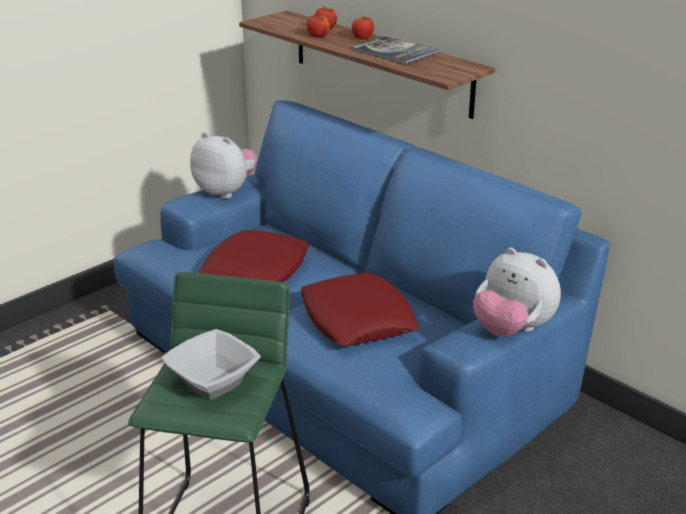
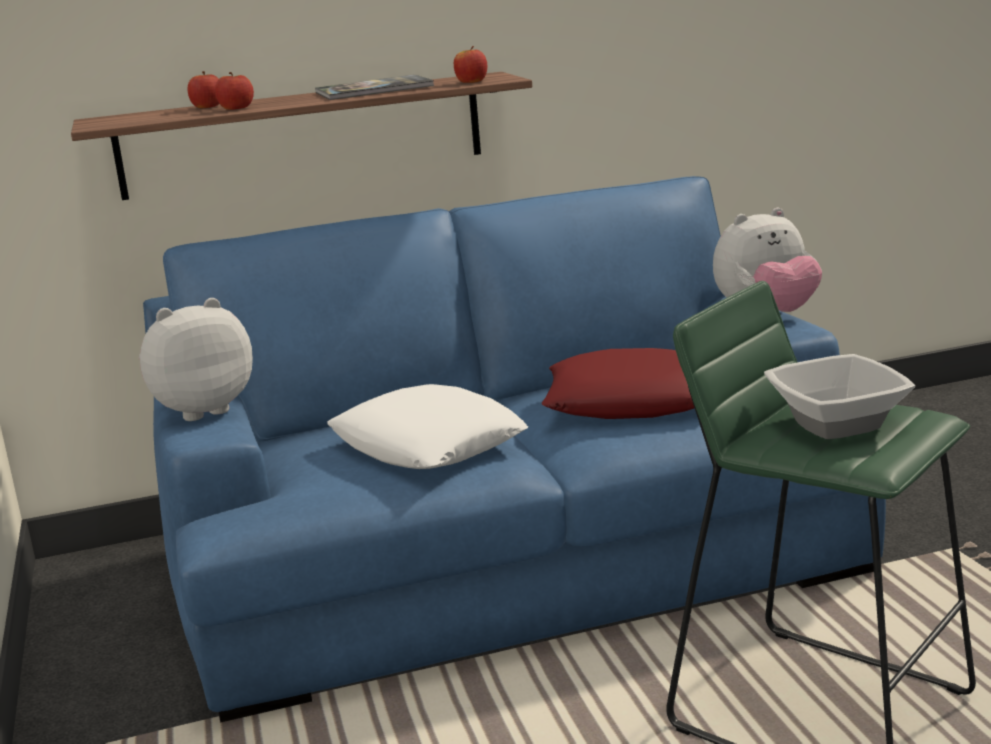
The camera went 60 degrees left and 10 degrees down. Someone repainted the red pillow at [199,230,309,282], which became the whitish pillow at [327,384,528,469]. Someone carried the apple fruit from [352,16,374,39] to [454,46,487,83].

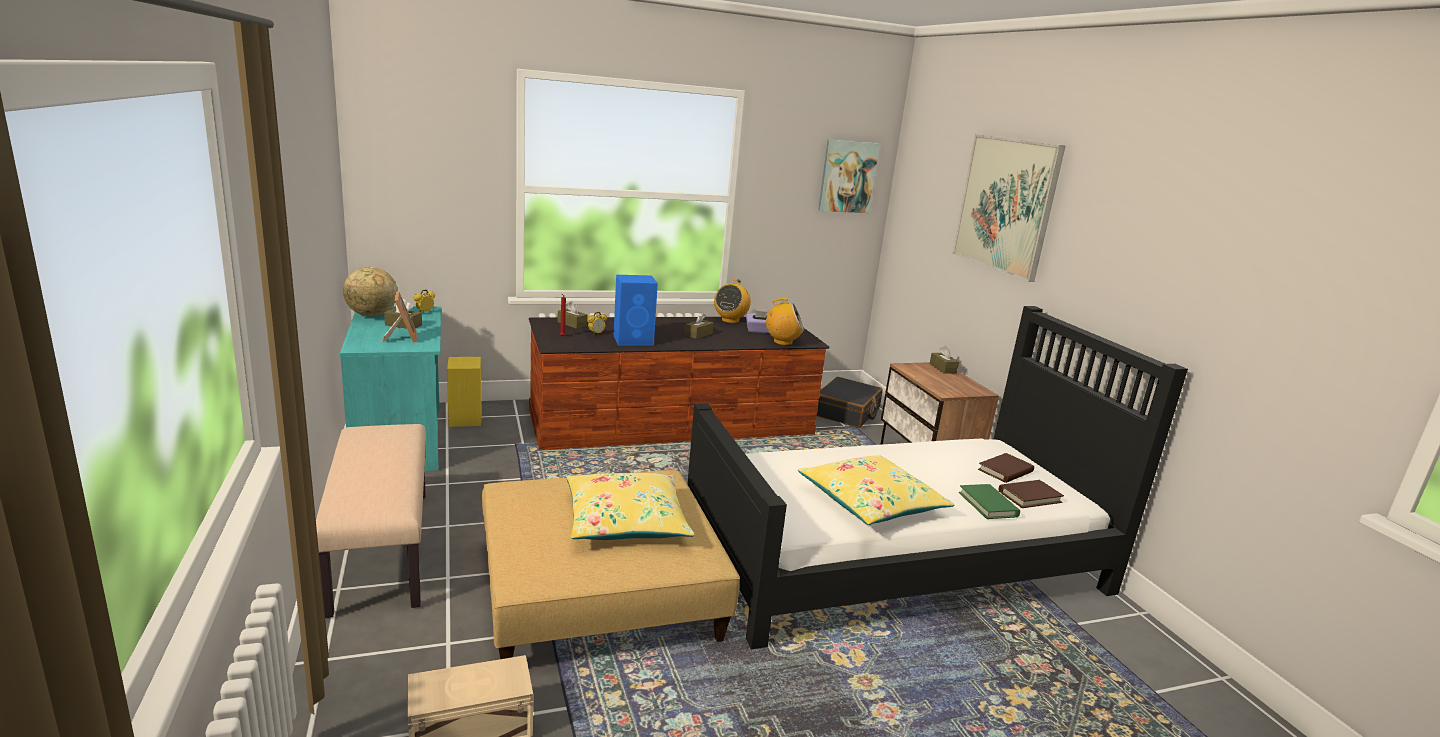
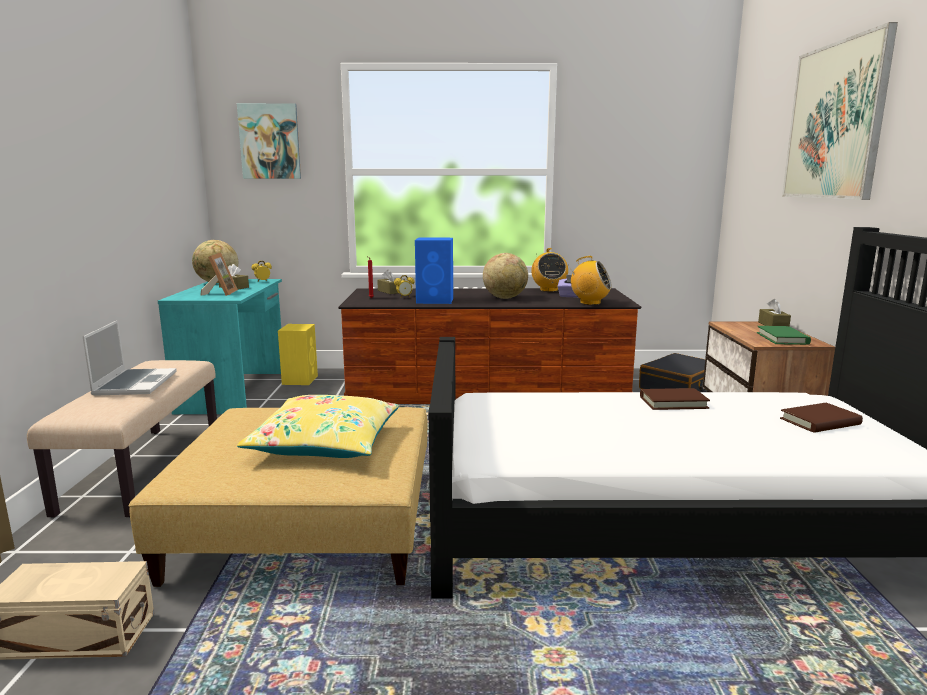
The camera went 20 degrees right and 5 degrees down. Someone put down the notebook computer at [83,320,177,396]. Someone carried the wall art from [818,139,880,213] to [237,103,301,179]. Someone swapped the brown tissue holder at [685,312,713,339] for the desk globe at [483,253,528,299]. Someone rotated the radio receiver at [714,279,751,323] by 45 degrees counterclockwise. Someone carried the brown volume from [999,480,1064,508] to [640,388,710,410]. Someone carried the green volume from [959,484,1020,519] to [757,326,811,345]. Someone took away the yellow-coloured pillow at [798,455,955,525].

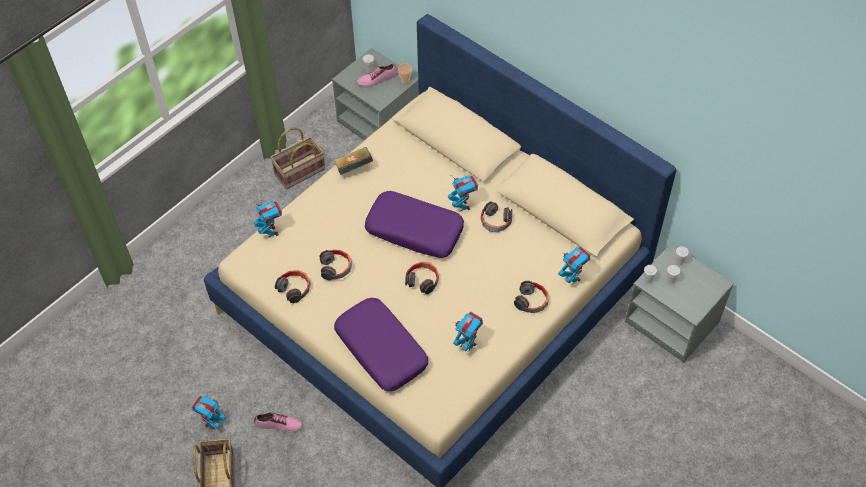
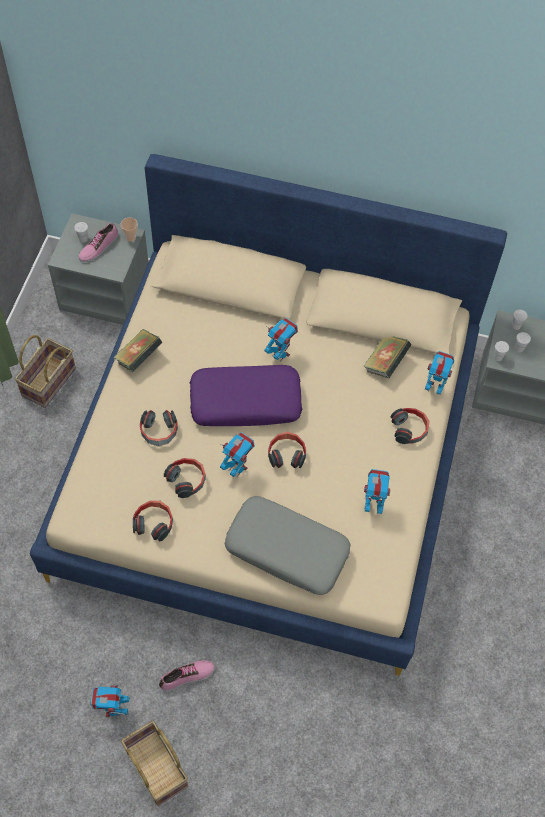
The camera went 30 degrees left and 5 degrees up. Someone carried the headset from [481,202,512,232] to [140,410,178,446]. Someone carried the model robot from [254,201,282,238] to [220,432,255,477]. Someone repainted the purple pillow at [334,298,428,391], which became the greyish pillow at [224,496,351,595]. Someone put down the volume at [363,336,411,378].

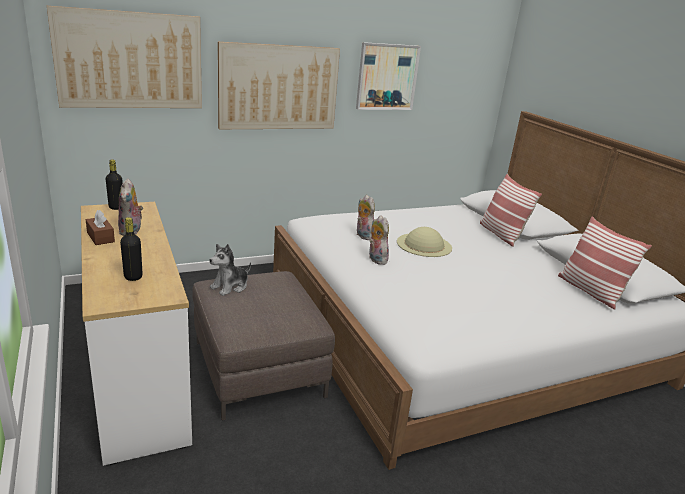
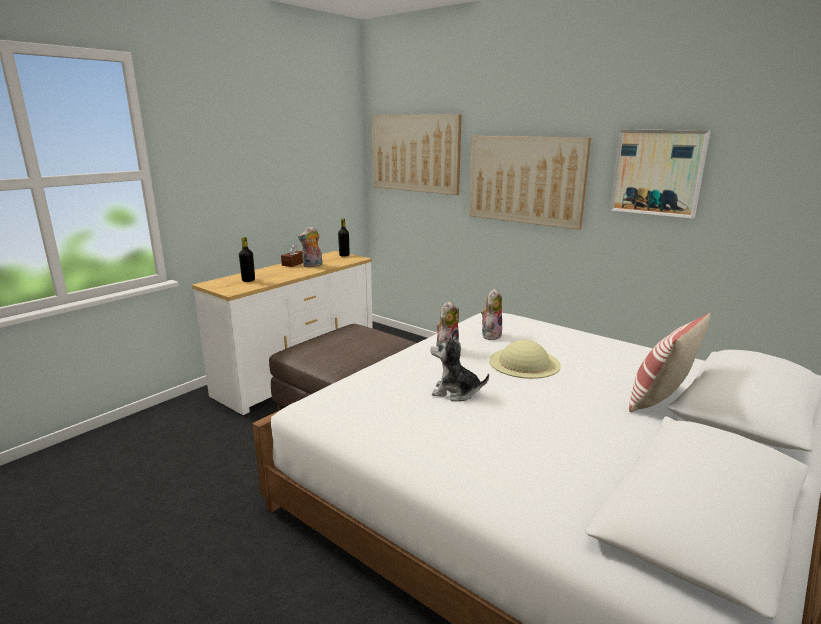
The camera went 65 degrees right and 5 degrees down. Someone carried the soft toy from [209,244,251,296] to [430,335,489,401]. Someone took away the pillow at [558,217,652,309].

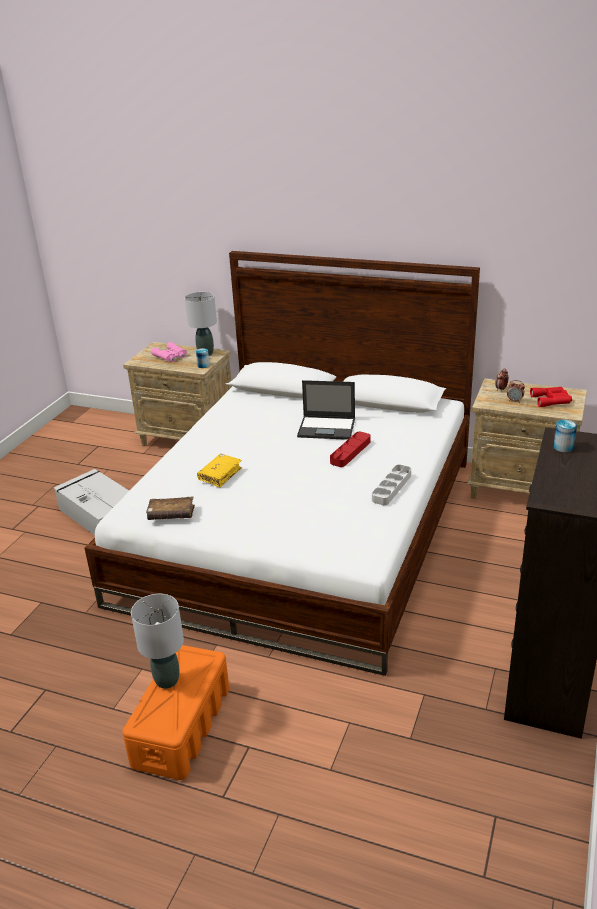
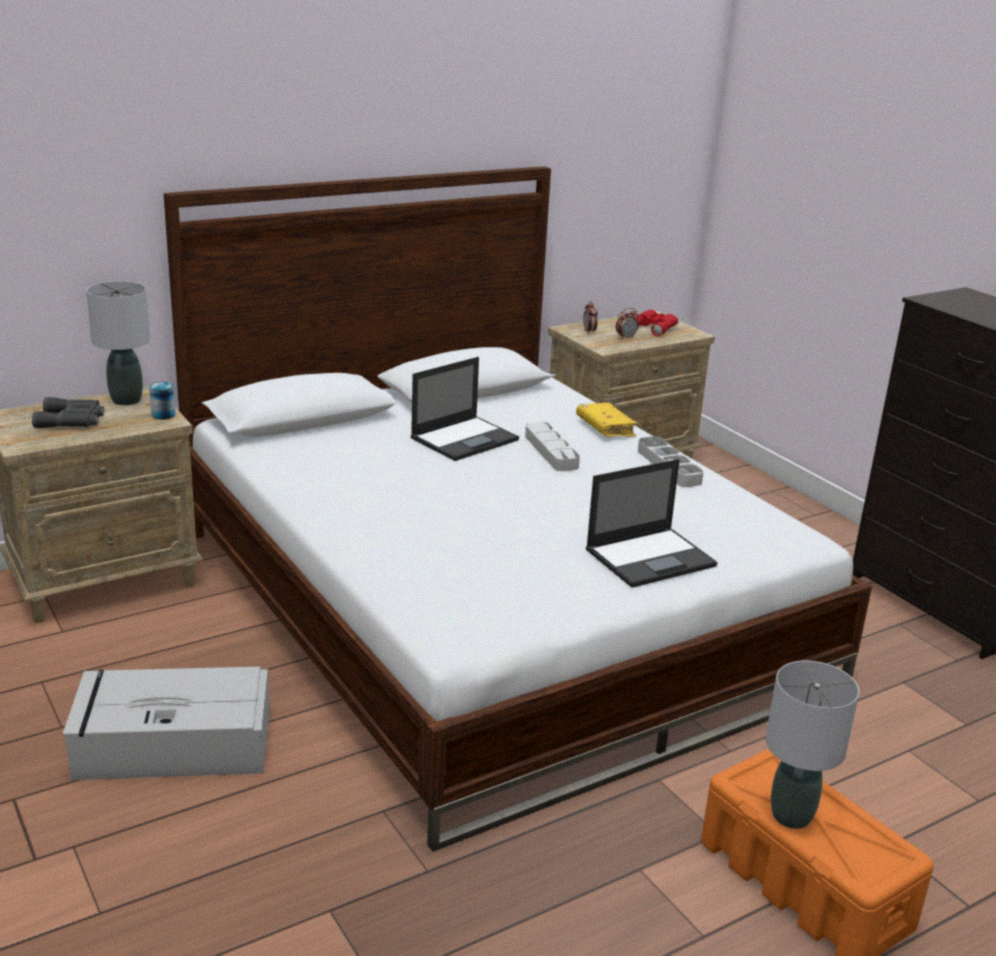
The camera went 55 degrees left and 5 degrees down. Someone repainted the pink binoculars at [151,342,187,362], which became the greyish binoculars at [32,397,104,428]. Someone repainted the red carrying tray at [330,432,370,467], which became the greyish carrying tray at [525,422,580,471]. Someone carried the yellow-coloured volume from [197,454,242,487] to [576,403,638,437]. Someone put down the notebook computer at [586,459,718,588]. Someone took away the brown volume at [146,497,195,520]. Someone took away the can at [553,420,577,452].

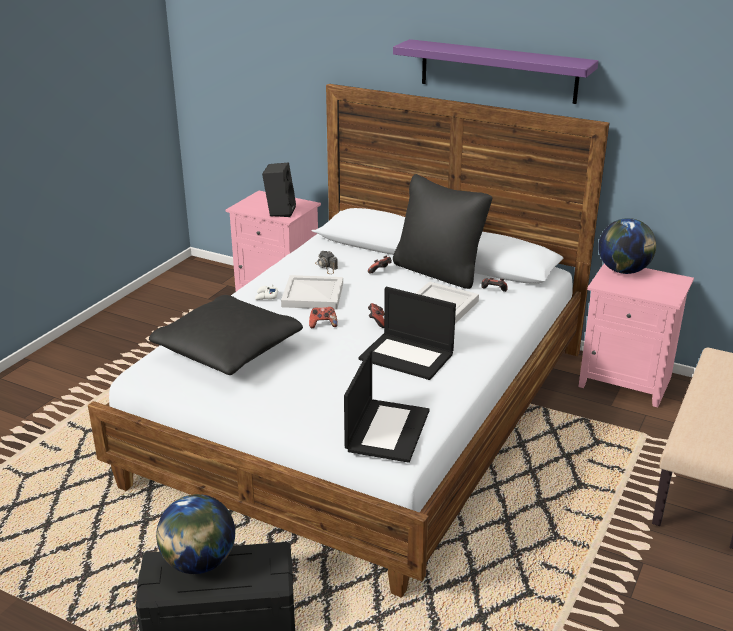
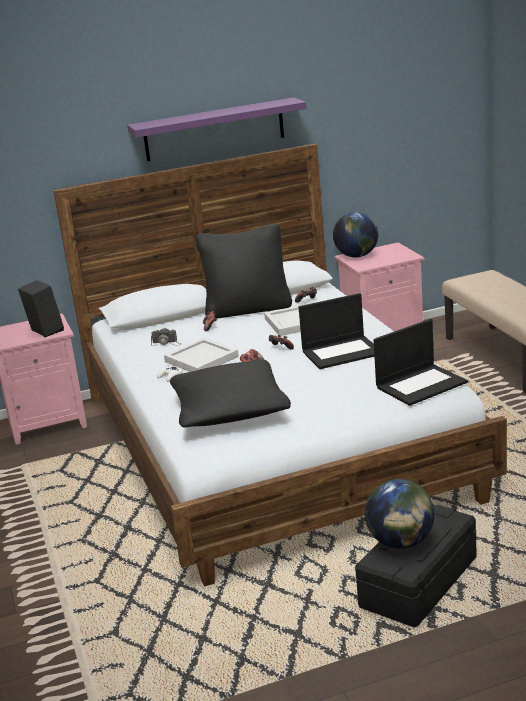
The camera went 45 degrees left and 5 degrees down. Someone rotated the notebook computer at [344,349,430,463] by 90 degrees clockwise.

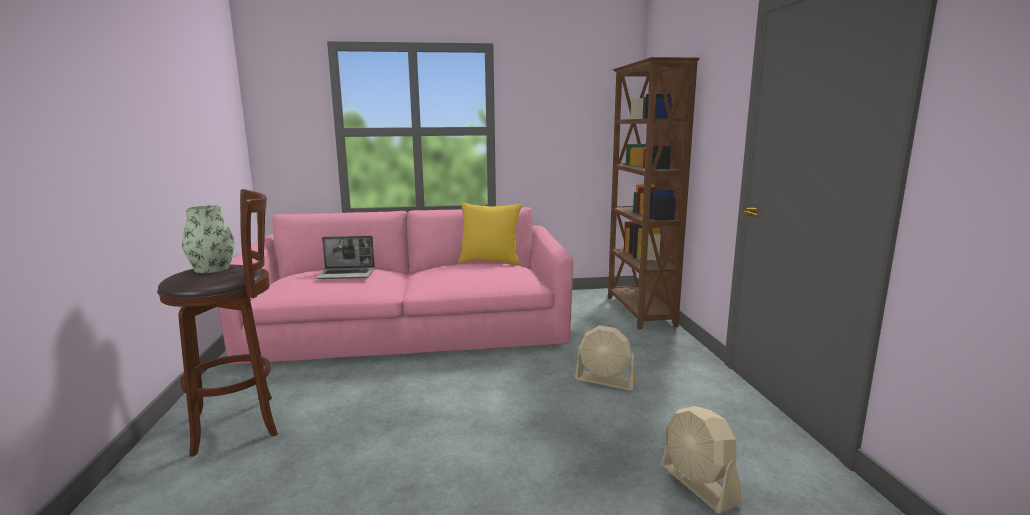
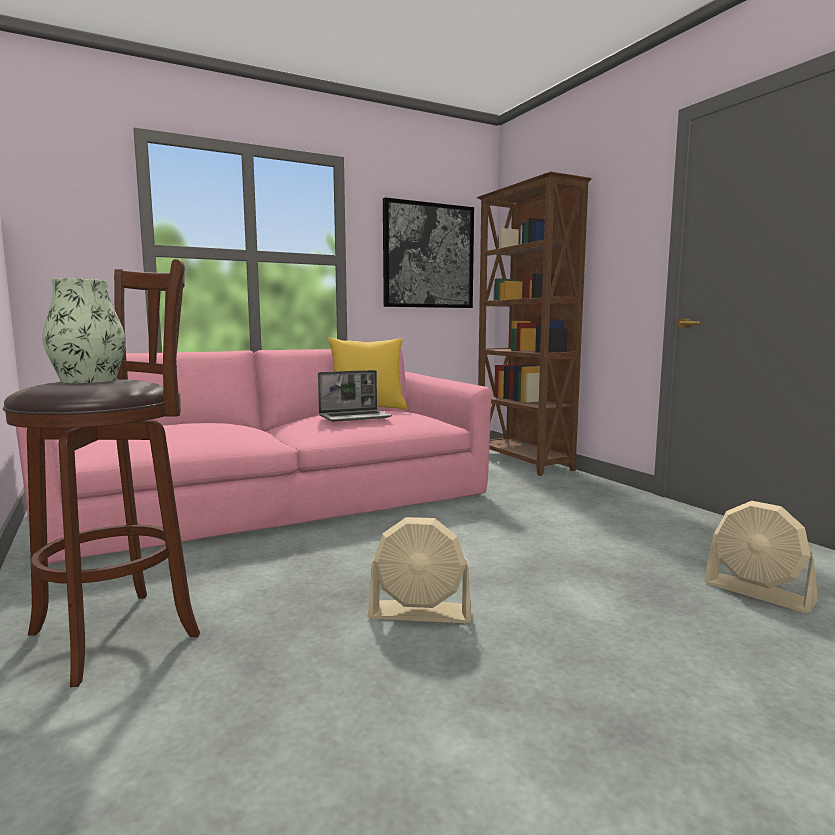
The camera went 20 degrees left and 5 degrees down. Someone carried the notebook computer from [316,236,375,279] to [318,370,392,422]. Someone carried the sand-coloured cooling fan from [575,326,637,391] to [368,517,471,623]. Someone put up the wall art at [383,197,474,308].

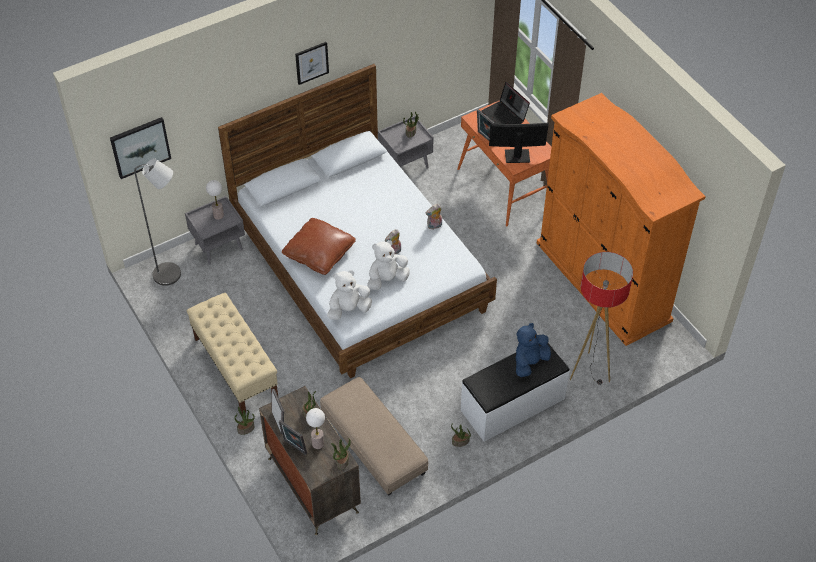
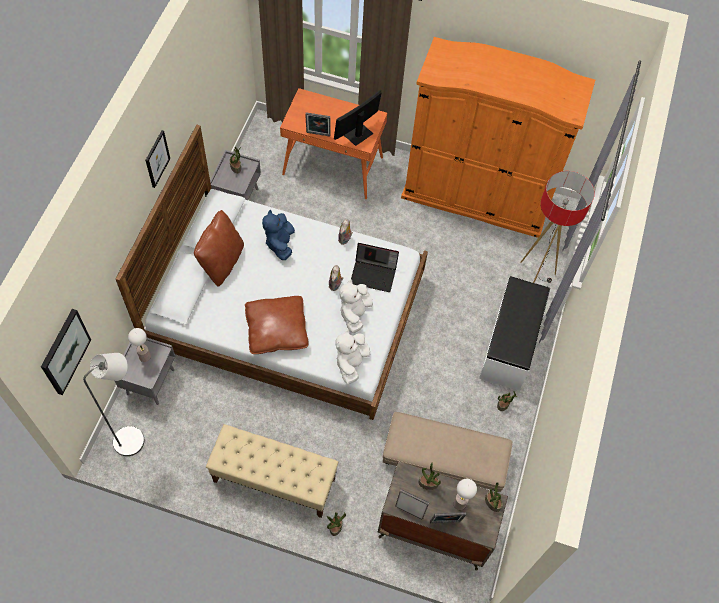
The camera went 45 degrees left and 10 degrees up. Someone put down the brown pillow at [194,210,244,287]. Someone carried the bluish soft toy from [515,323,551,377] to [262,210,295,260]. Someone carried the notebook computer from [482,82,530,124] to [351,243,399,292].

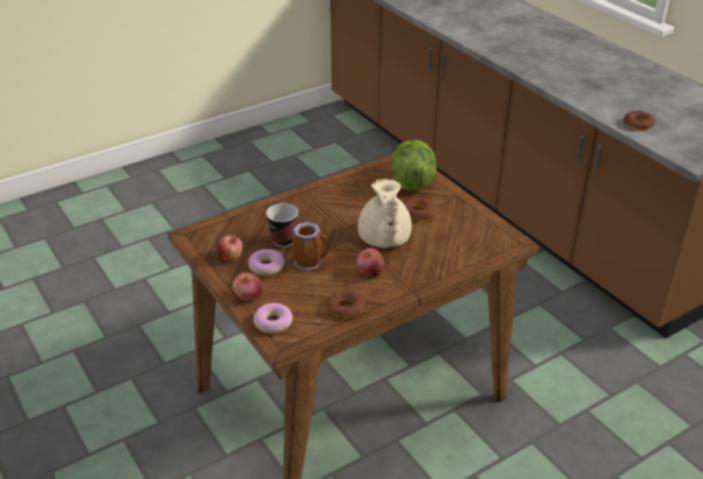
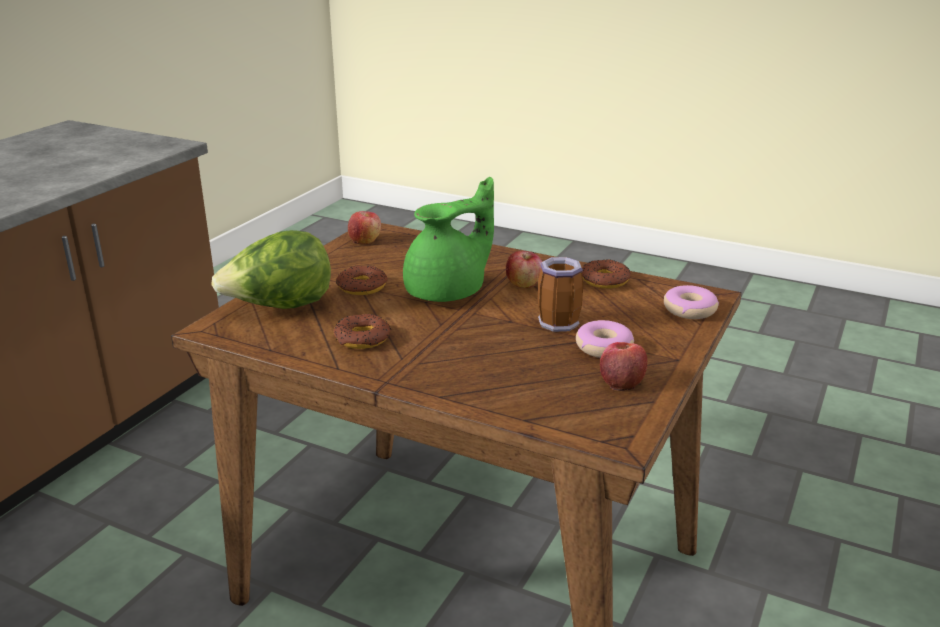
The camera went 120 degrees left and 10 degrees down. Someone carried the donut from [624,111,655,130] to [333,314,391,349]. Someone carried the apple fruit from [233,272,262,302] to [348,211,381,244]. Someone repainted the sand-coloured tea pot at [358,179,412,248], which became the green tea pot at [403,177,494,302]. Someone took away the small cup at [266,203,298,247].

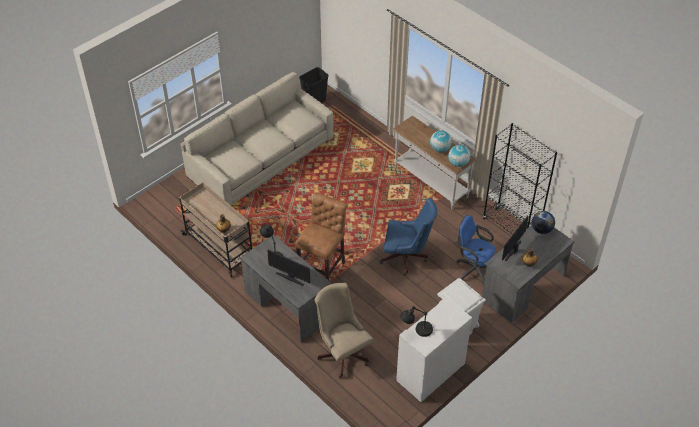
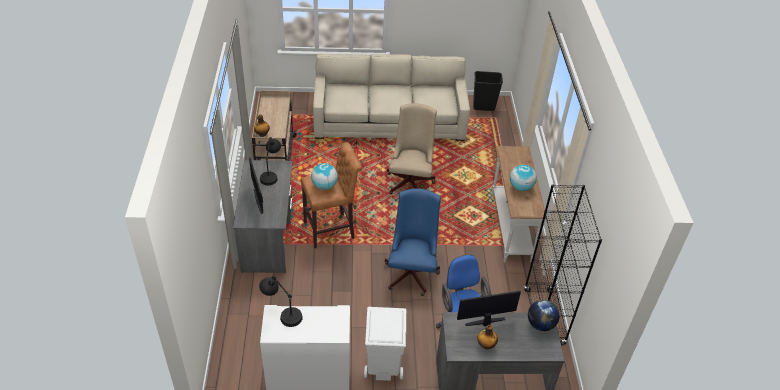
The camera went 40 degrees right and 5 degrees down. Someone carried the desk globe from [448,145,471,167] to [311,163,338,190]. Someone rotated the bluish office chair at [380,198,437,275] by 135 degrees counterclockwise. Someone carried the sand-coloured office chair from [314,283,373,378] to [387,103,437,194].

